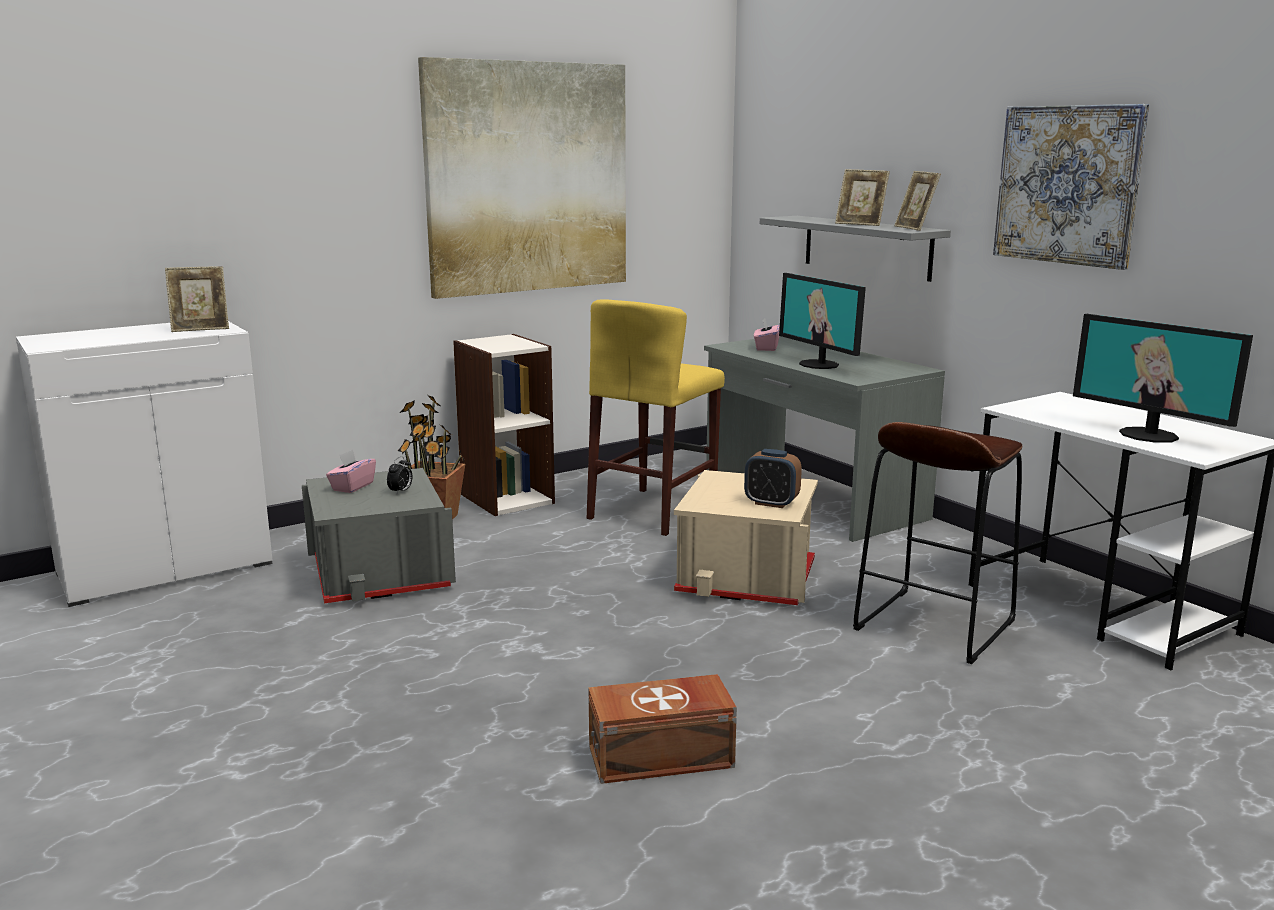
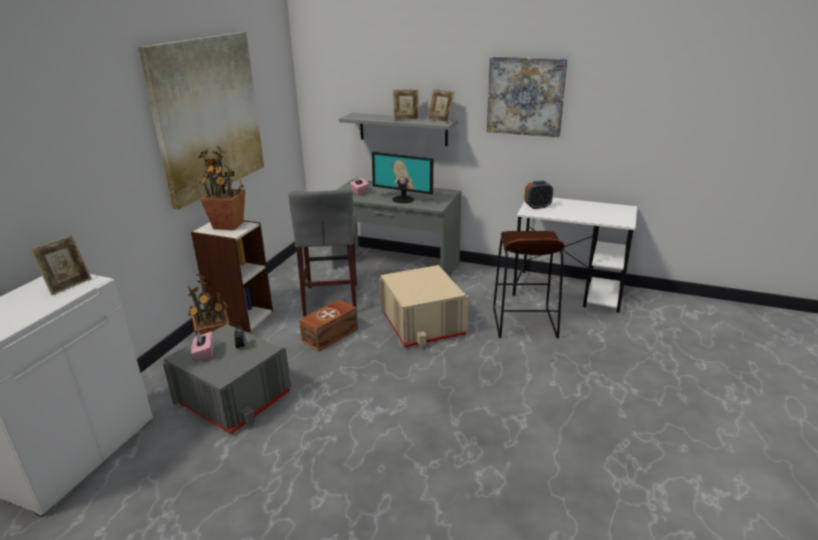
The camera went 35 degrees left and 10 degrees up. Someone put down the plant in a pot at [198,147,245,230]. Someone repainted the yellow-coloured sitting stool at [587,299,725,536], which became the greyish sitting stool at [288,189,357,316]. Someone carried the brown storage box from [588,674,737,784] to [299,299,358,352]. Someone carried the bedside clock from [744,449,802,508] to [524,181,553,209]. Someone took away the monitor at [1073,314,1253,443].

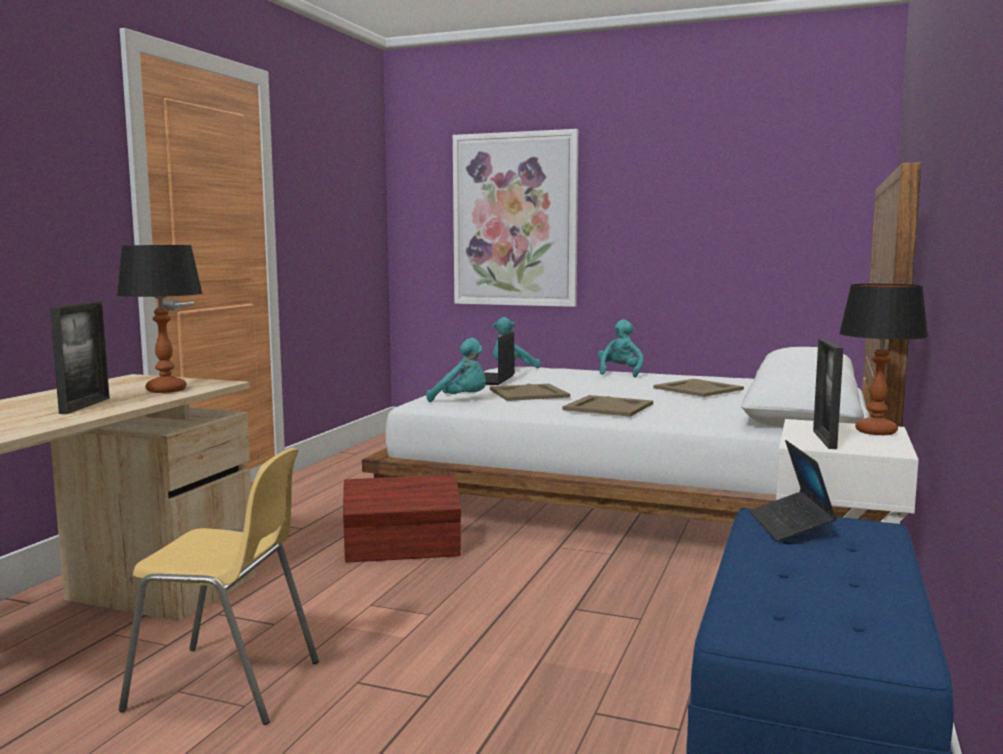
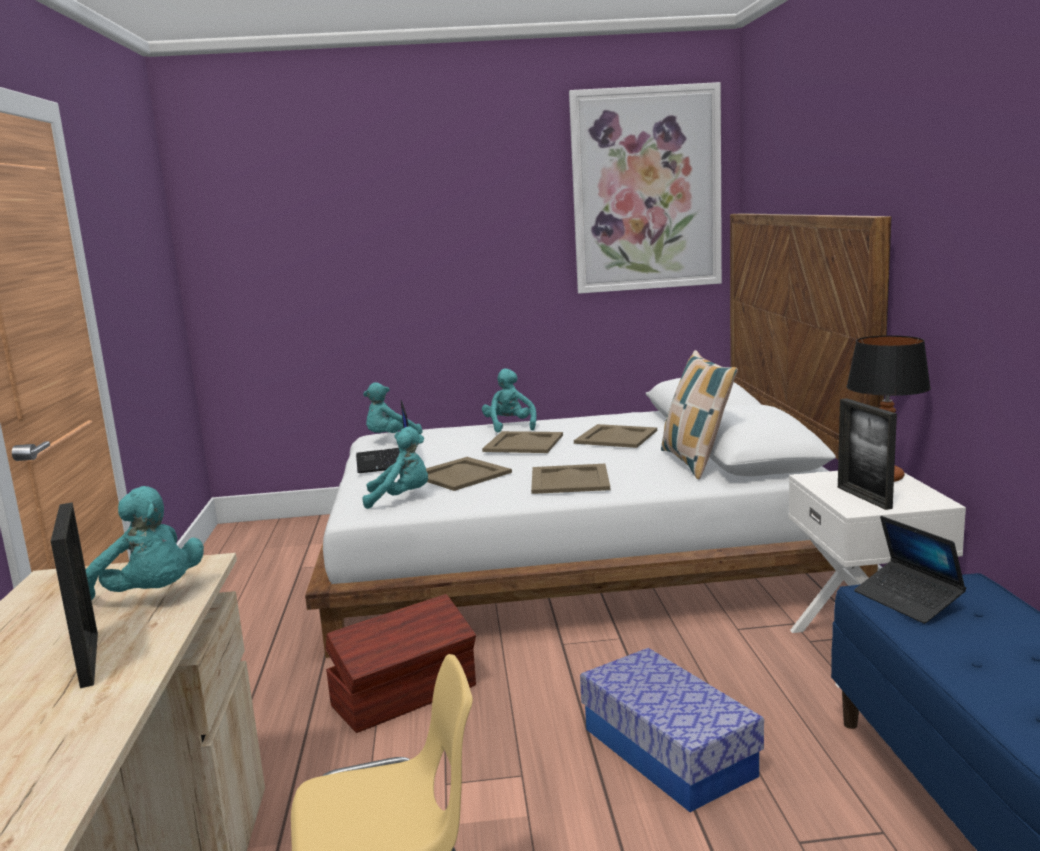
The camera went 25 degrees left and 5 degrees up. Someone swapped the table lamp at [116,245,203,393] for the turquoise-coloured soft toy at [86,486,204,600]. Someone put down the sand-coloured carrying tray at [482,431,563,453]. Someone carried the wall art from [453,129,578,307] to [569,82,722,294]. Someone put down the storage box at [580,648,764,812]. Someone put down the pillow at [661,350,738,479].

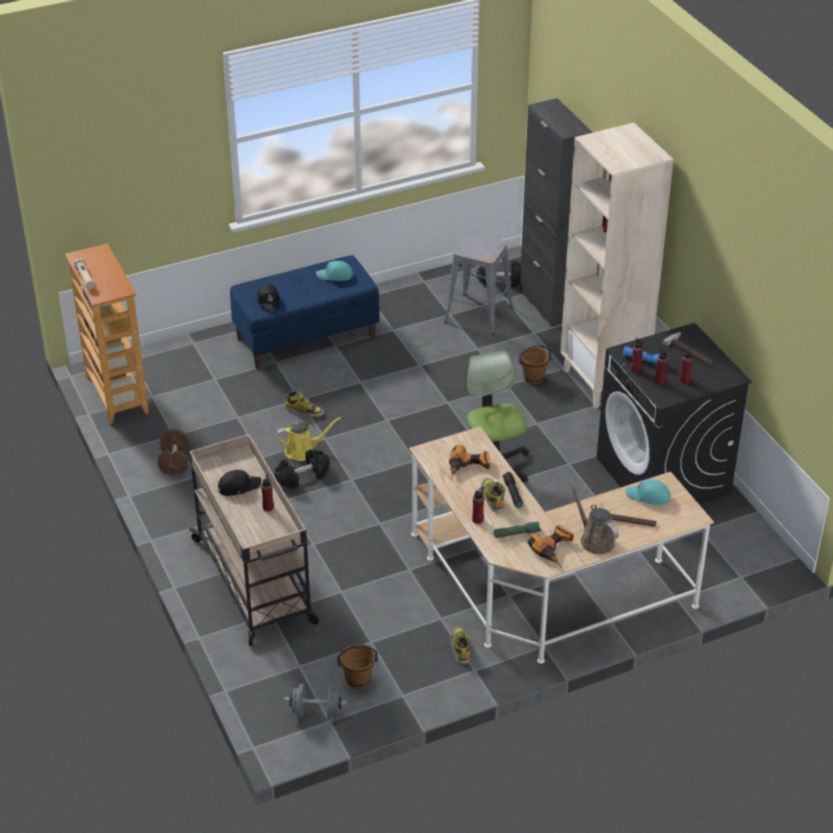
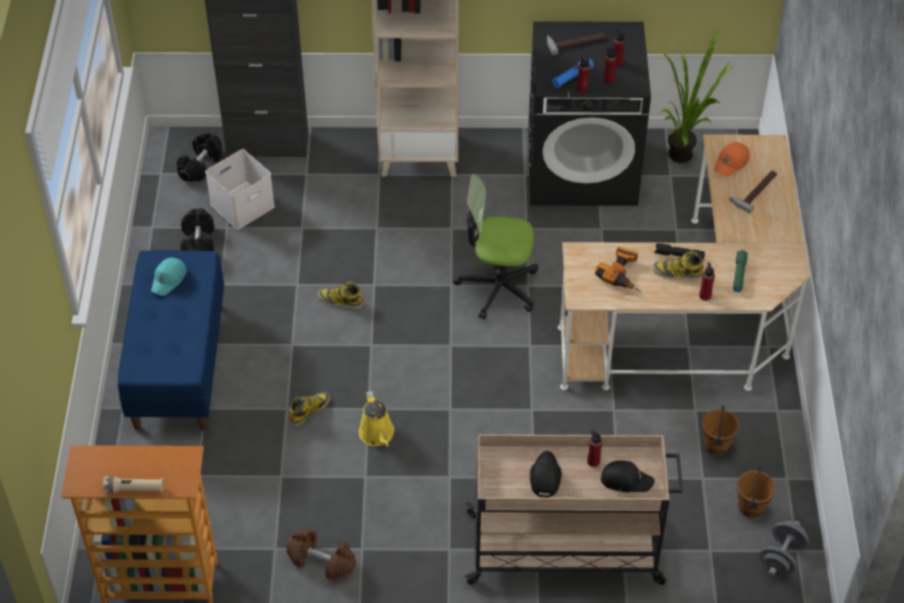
The camera went 65 degrees left and 10 degrees up. Someone carried the black-coloured dumbbell from [275,449,330,489] to [180,208,214,251]. Someone swapped the greyish sitting stool at [444,233,512,335] for the whitish storage box at [205,149,275,229]. Someone carried the tall boot from [450,626,472,664] to [318,282,364,309]. Someone rotated the yellow-coloured watering can at [276,417,341,461] by 150 degrees clockwise. Someone carried the black-coloured peaked cap from [257,284,280,311] to [600,460,655,493]. Someone put down the plant in a pot at [659,31,733,163]. Someone carried the brown water bucket from [518,345,551,384] to [702,405,739,455]. Someone repainted the turquoise-coloured peaked cap at [626,479,671,505], which became the orangey peaked cap at [714,142,750,177]. Someone took away the electric drill at [528,525,574,567]. Someone took away the brown watering can at [569,481,619,554].

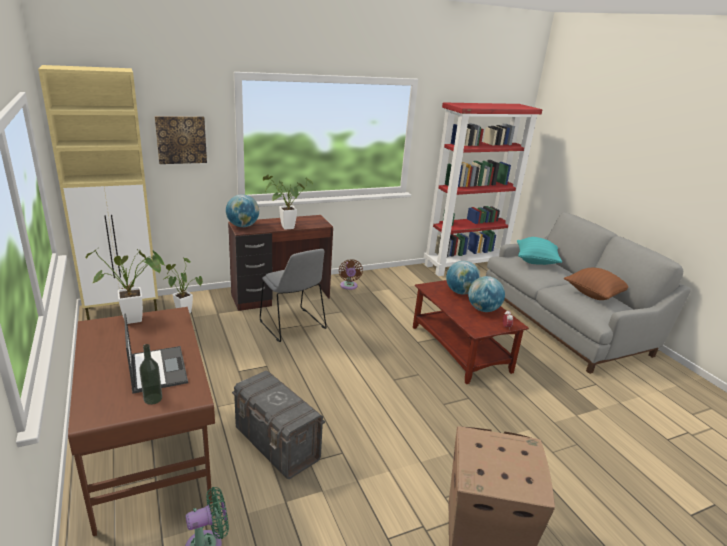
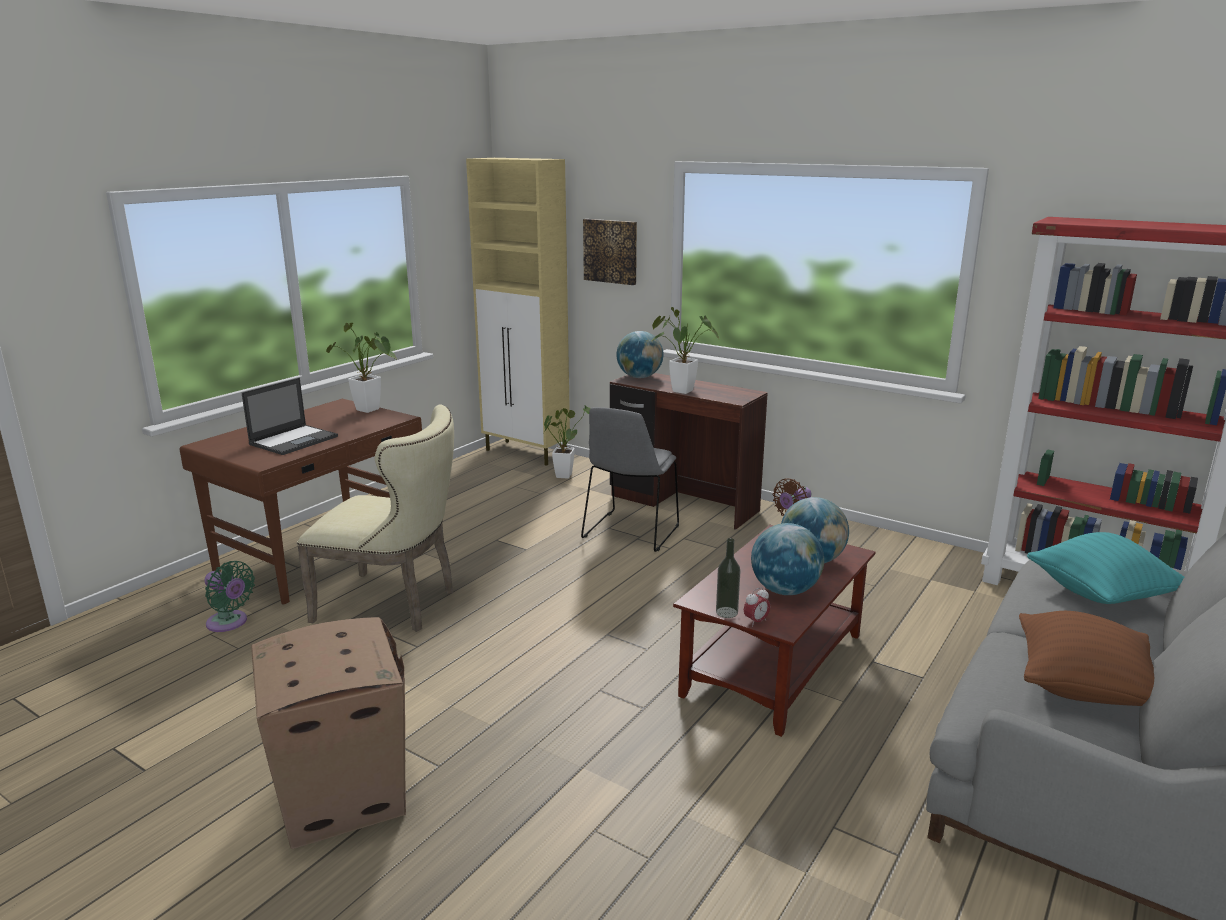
The camera went 60 degrees right and 5 degrees down. Someone swapped the greyish storage box at [232,370,325,479] for the sand-coloured upright chair at [297,405,454,632]. Someone carried the beverage bottle from [139,344,162,405] to [716,538,740,618].

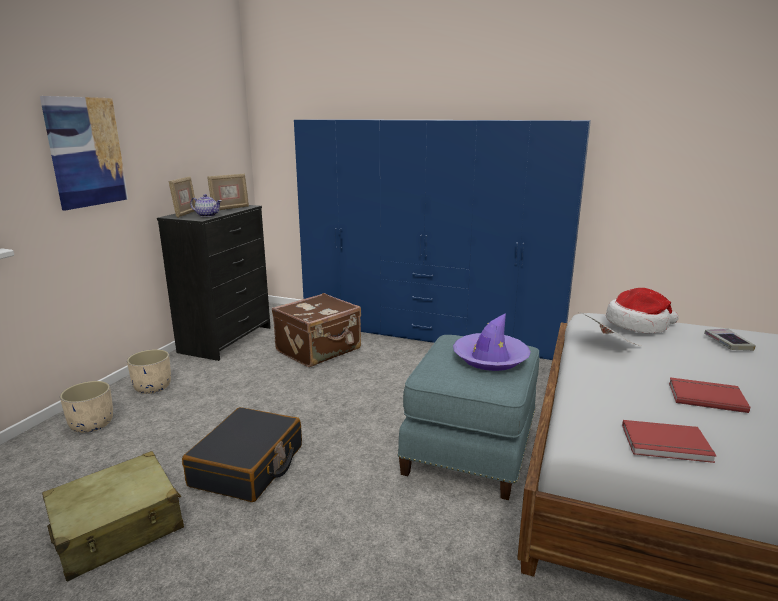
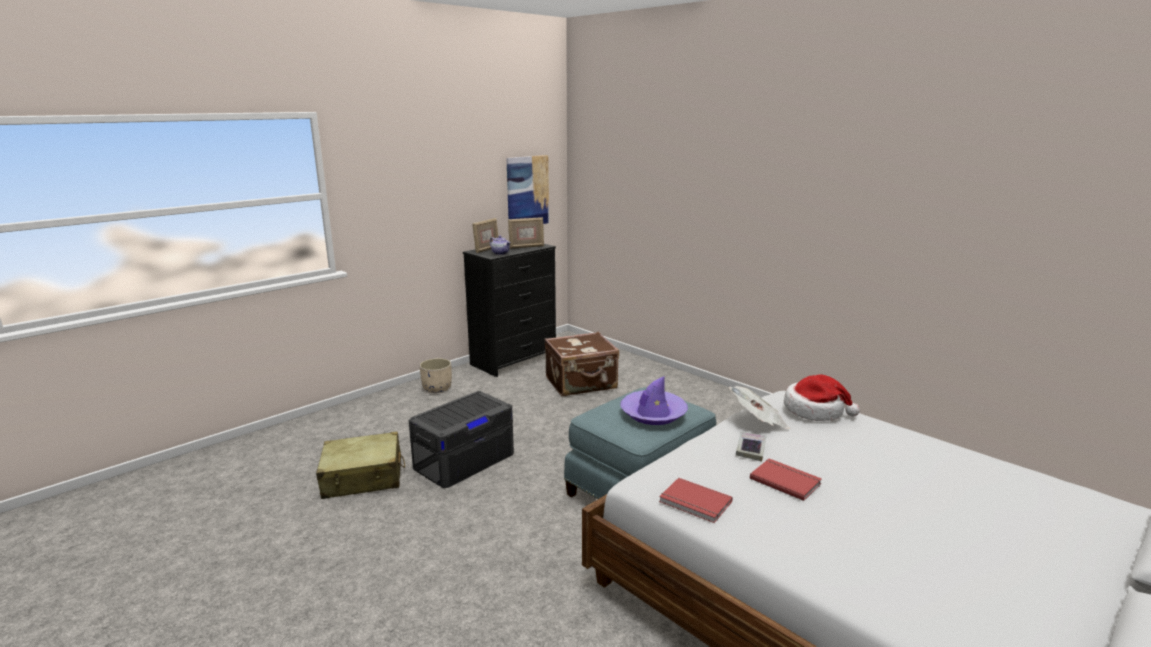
The camera went 25 degrees right and 0 degrees up. Someone swapped the black-coloured suitcase at [182,407,302,502] for the greyish storage box at [409,391,514,488]. Someone carried the wall art from [40,96,128,210] to [506,155,549,224]. Someone carried the volume from [704,329,756,351] to [736,432,766,462]. Someone took away the sand-coloured planter at [60,381,113,433]. Someone took away the bluish clothes cupboard at [294,119,591,360].

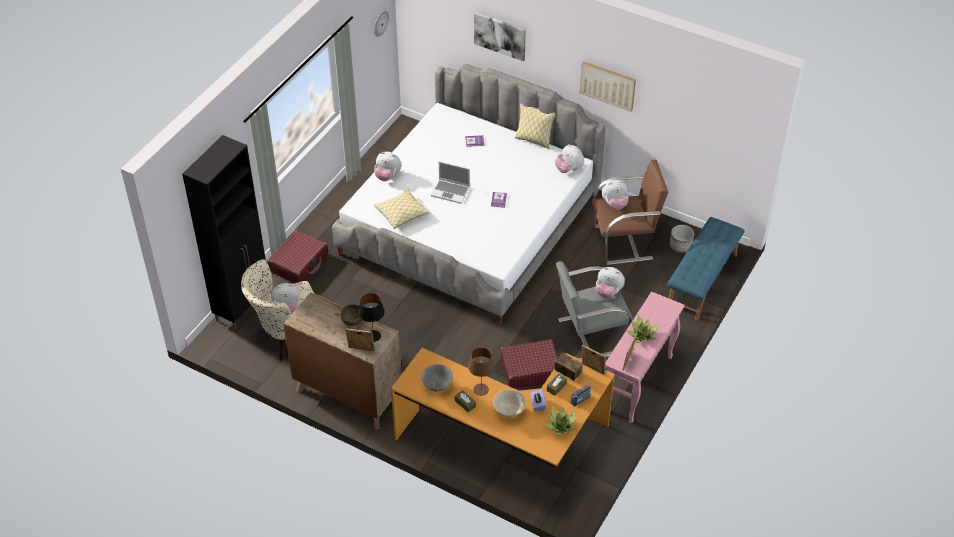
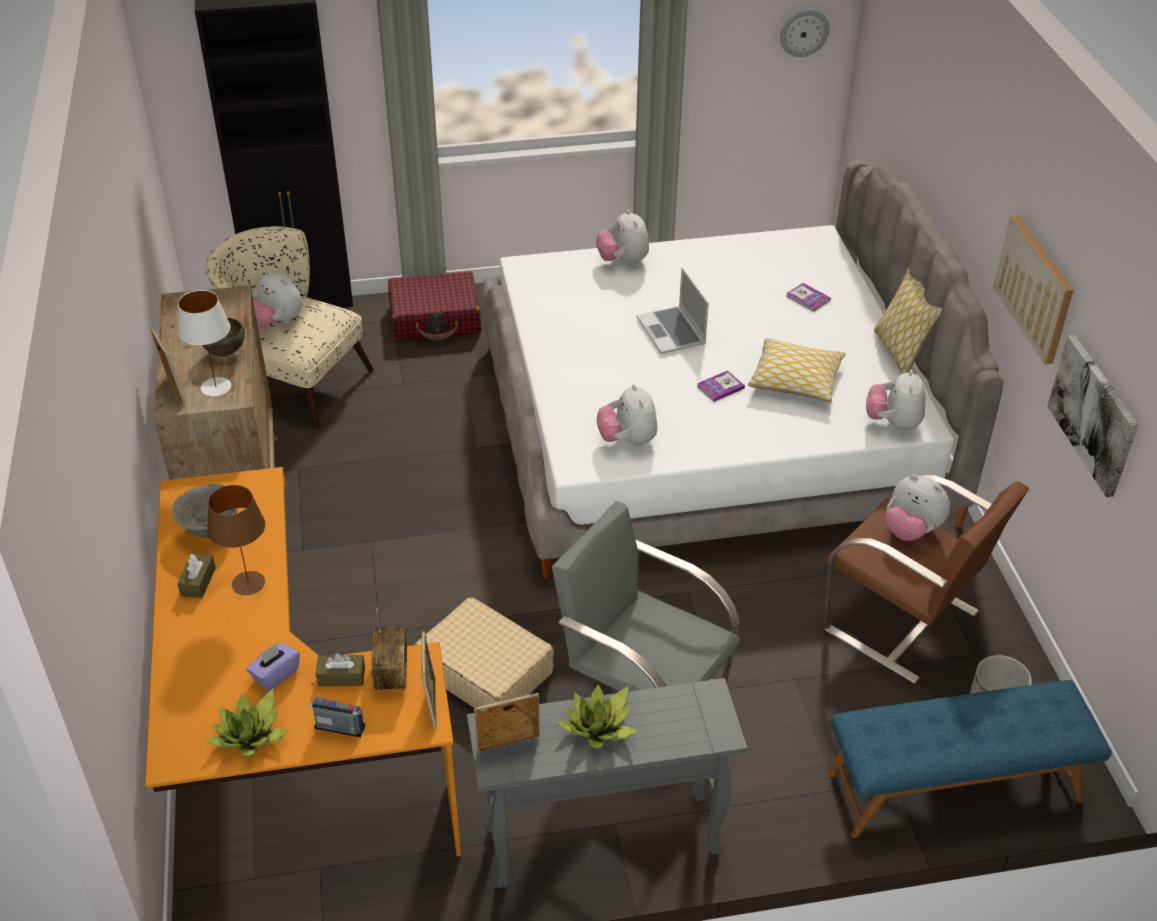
The camera went 50 degrees right and 5 degrees down. Someone repainted the black-coloured table lamp at [358,293,385,342], which became the whitish table lamp at [177,290,231,396]. Someone repainted the red suitcase at [501,339,558,389], which became the sand-coloured suitcase at [415,597,554,708]. Someone repainted the pink console table at [605,292,685,423], which became the greyish console table at [467,678,747,888]. Someone carried the soft toy from [596,267,625,298] to [597,384,657,446]. Someone carried the pillow from [374,189,430,229] to [748,338,845,402]. Someone carried the wall art from [474,12,526,61] to [1047,335,1139,497]. Someone took away the sand-coloured bowl at [493,389,526,418].

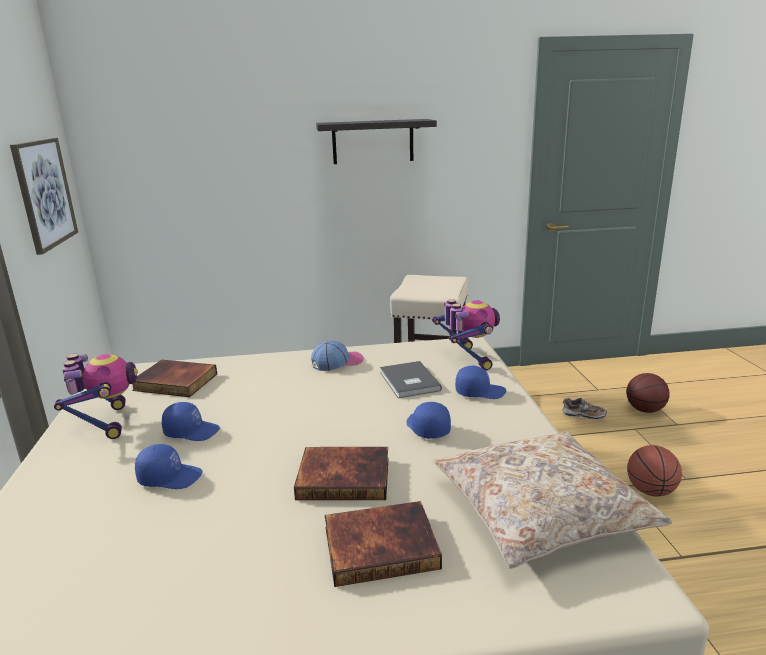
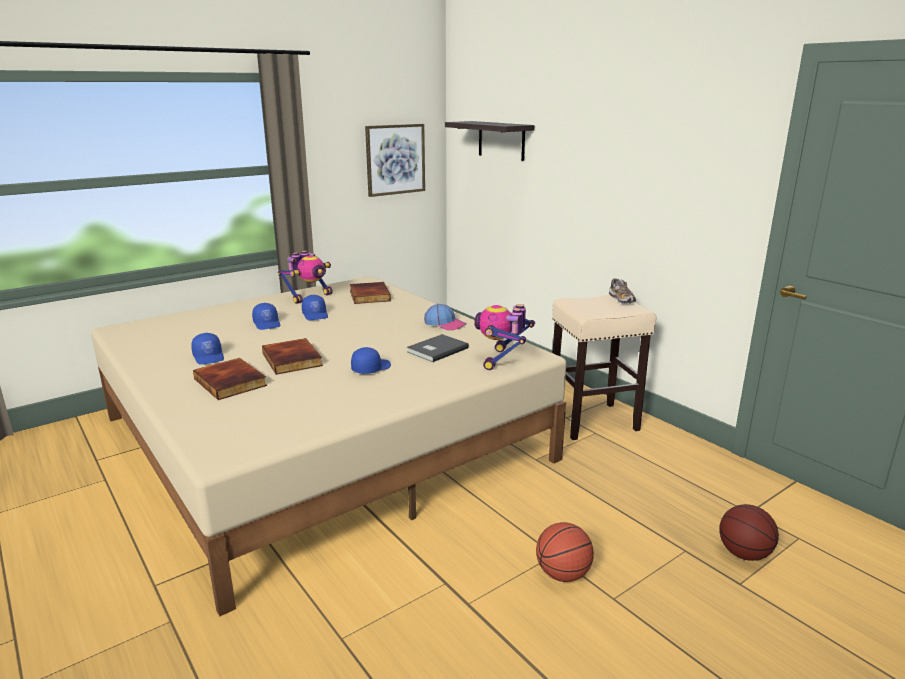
The camera went 60 degrees right and 0 degrees up. Someone carried the bluish peaked cap from [455,366,506,399] to [191,333,224,365]. Someone carried the shelf from [316,119,437,164] to [445,121,534,161]. Someone rotated the model robot at [432,299,500,370] by 150 degrees clockwise. Someone carried the shoe from [563,398,607,420] to [609,278,636,304]. Someone took away the sand-coloured pillow at [434,431,672,569].

